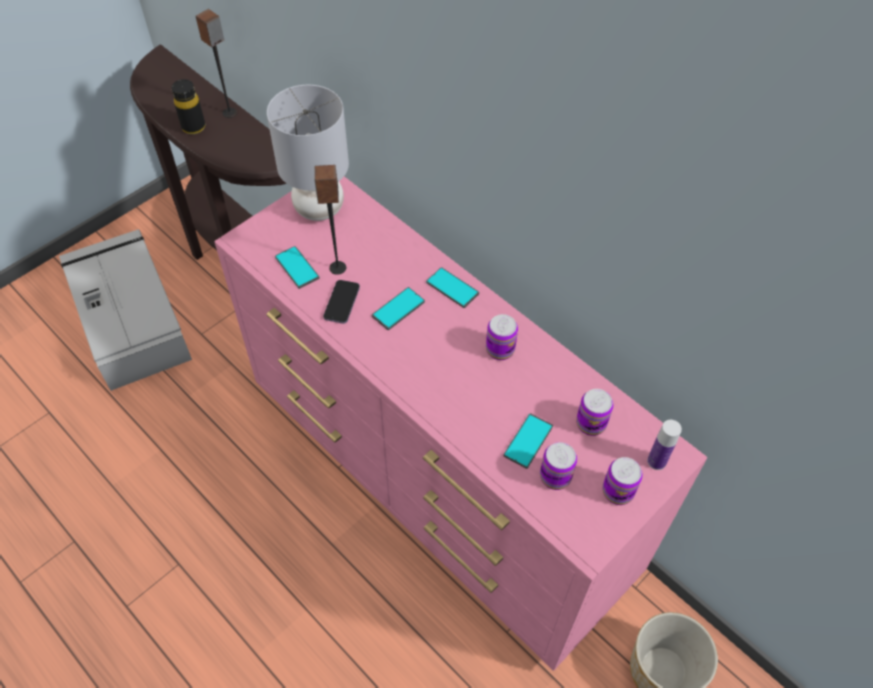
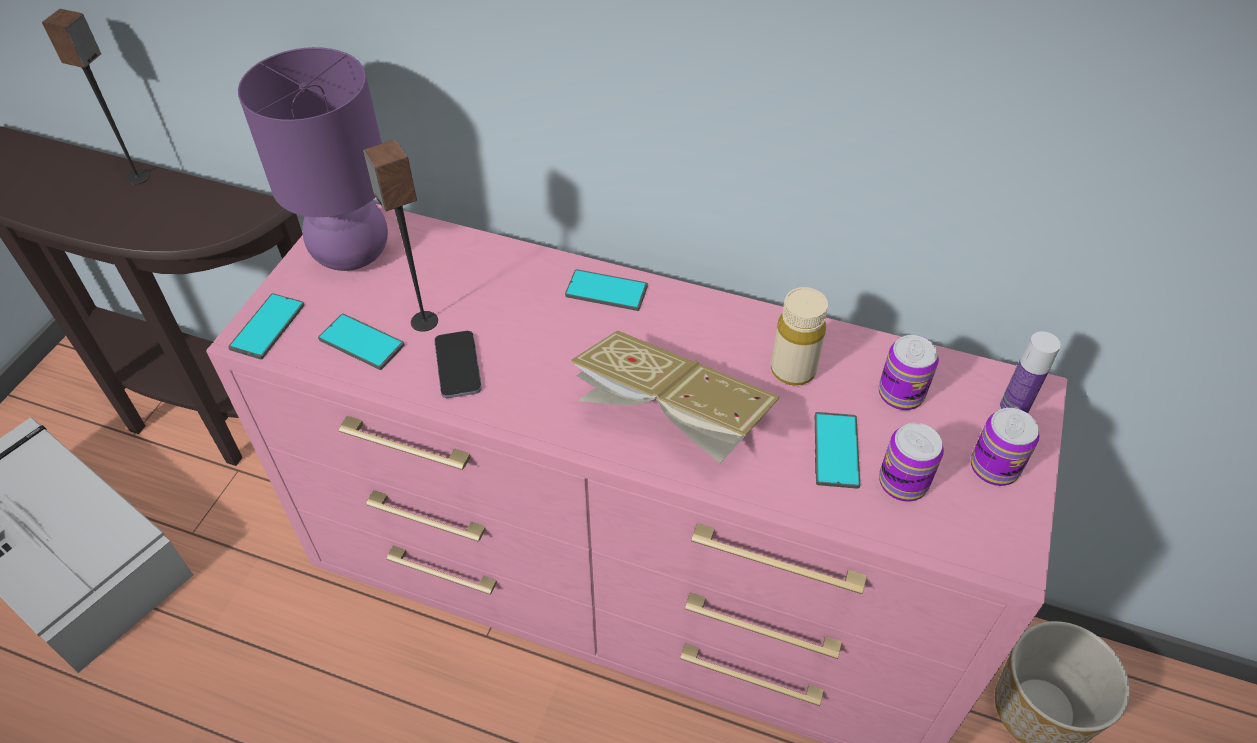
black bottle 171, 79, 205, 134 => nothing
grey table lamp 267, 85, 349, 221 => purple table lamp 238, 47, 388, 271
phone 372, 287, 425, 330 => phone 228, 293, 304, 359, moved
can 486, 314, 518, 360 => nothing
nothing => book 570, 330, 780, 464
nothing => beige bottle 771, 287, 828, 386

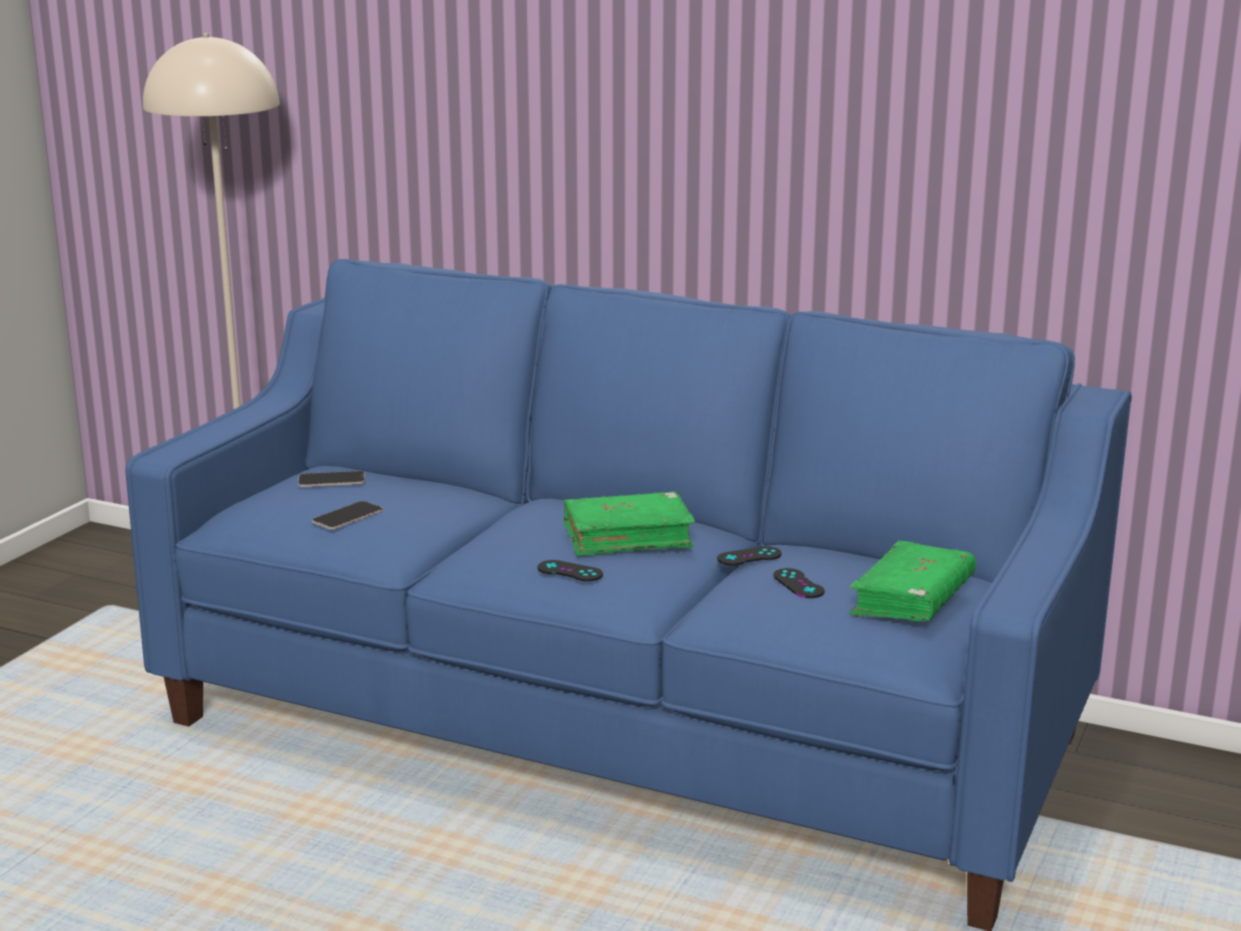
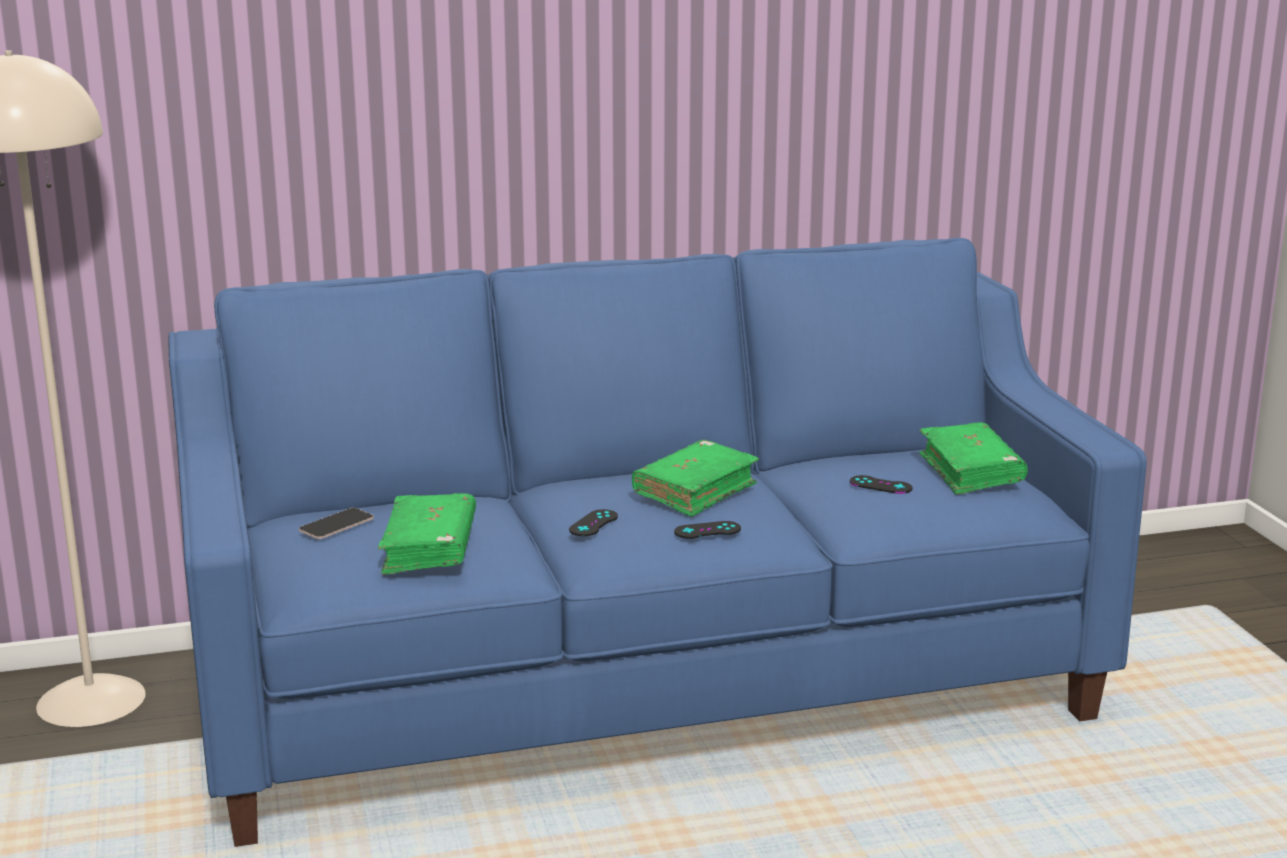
phone 312, 501, 383, 530 => green book 378, 493, 476, 575
black game controller 717, 546, 782, 566 => black game controller 569, 509, 618, 536, moved

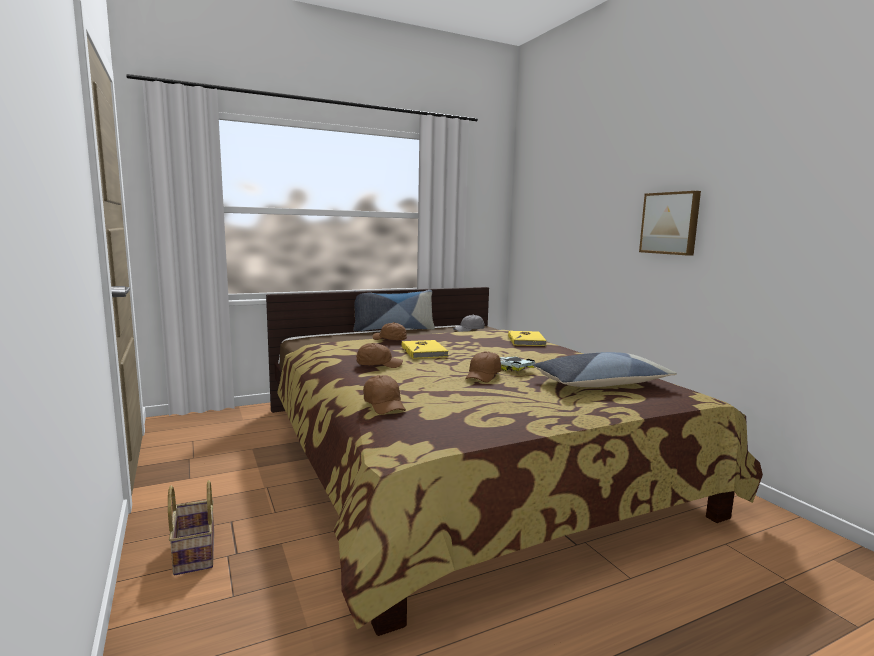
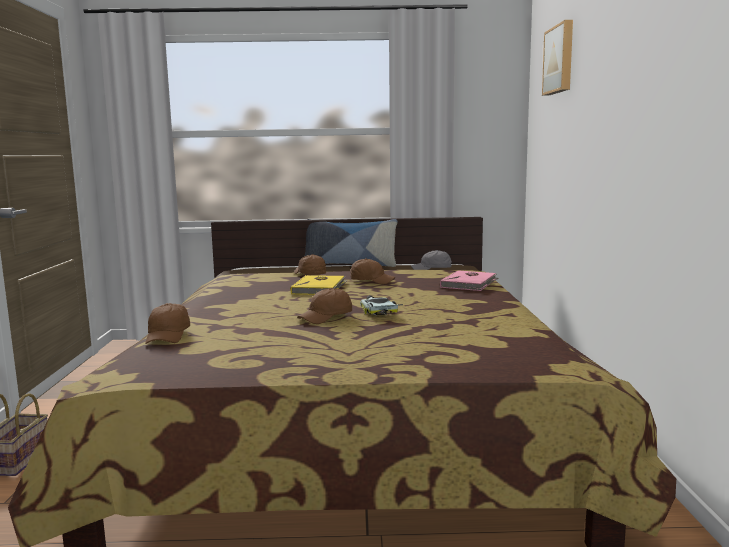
brown cap 356, 343, 403, 368 => brown cap 350, 258, 395, 284, moved
yellow book 508, 331, 547, 346 => pink book 440, 270, 498, 291
pillow 533, 352, 677, 387 => nothing
picture 639, 191, 701, 256 => picture 542, 20, 573, 96, moved

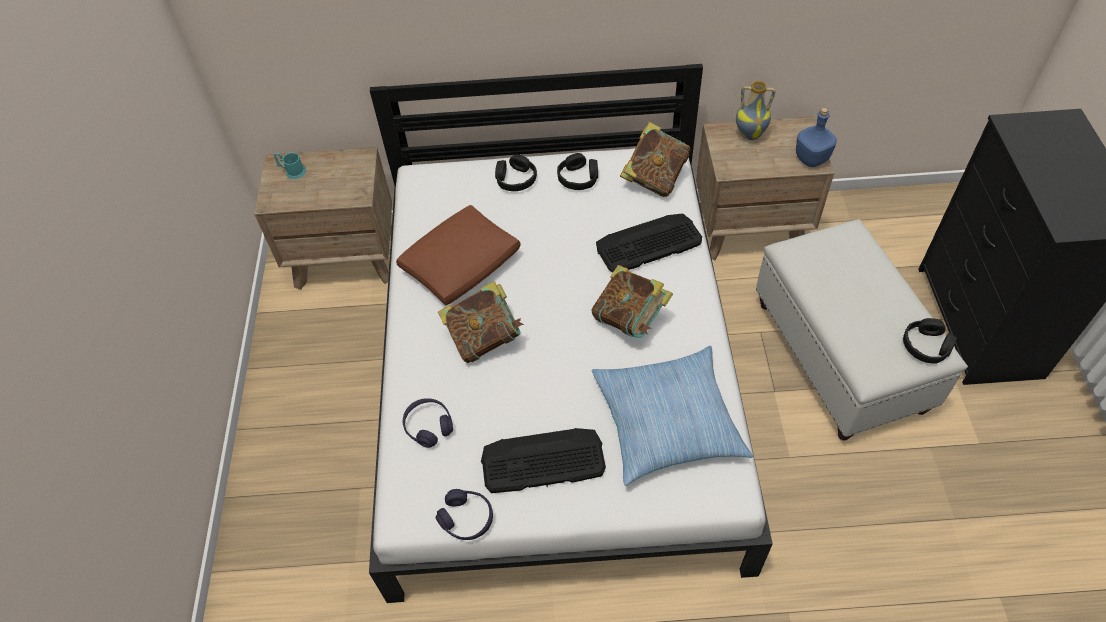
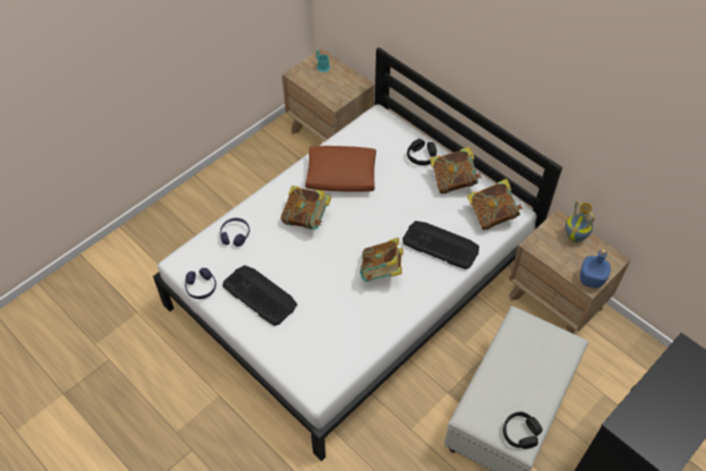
black headphones 557, 153, 598, 190 => book 430, 147, 482, 194
pillow 592, 346, 753, 486 => nothing

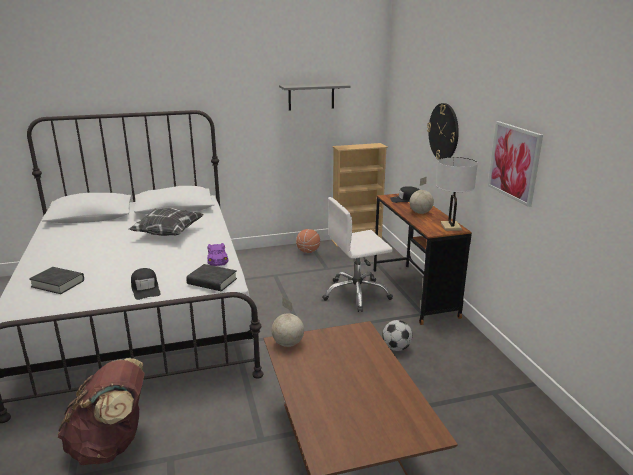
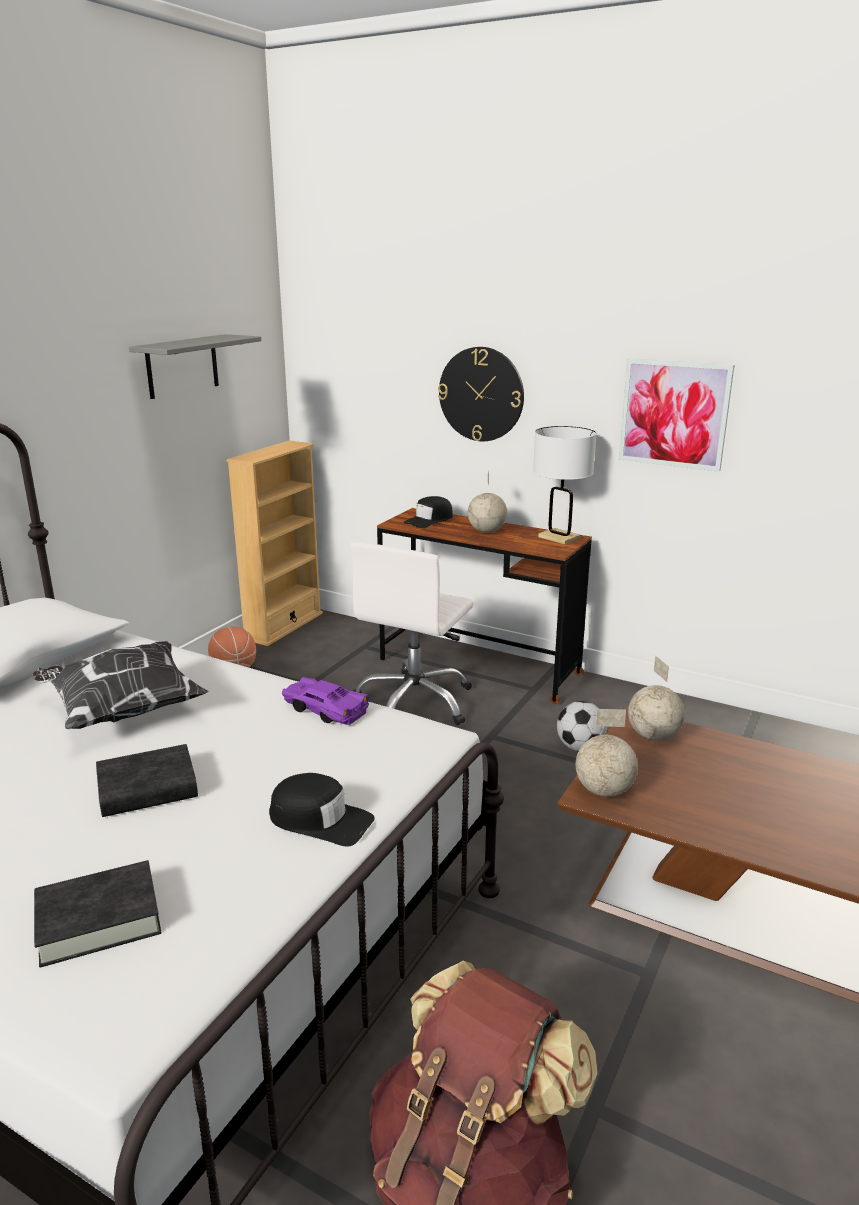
black book 186, 264, 237, 291 => black book 96, 744, 198, 817, moved
nothing => globe 628, 656, 685, 741

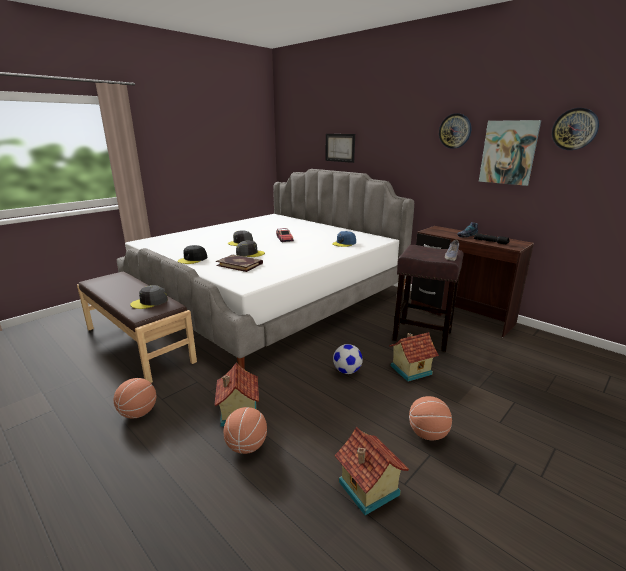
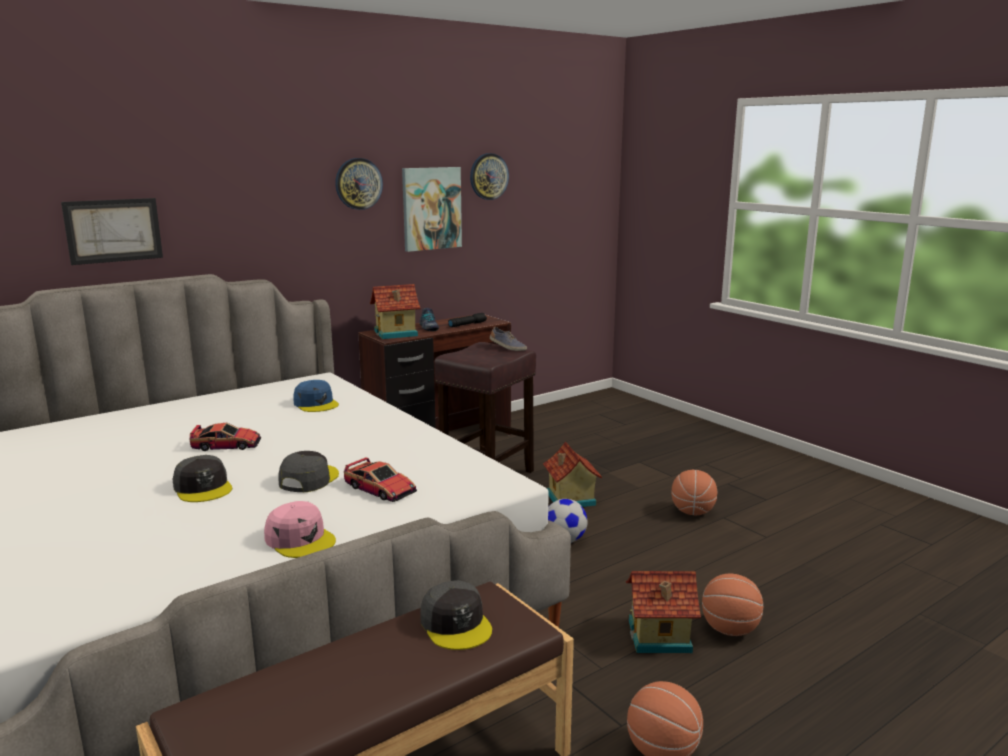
black cap 178, 245, 207, 264 => pink cap 264, 501, 336, 558
book 216, 254, 263, 272 => toy car 344, 457, 417, 502
toy house 334, 426, 409, 515 => toy house 370, 284, 421, 339, moved

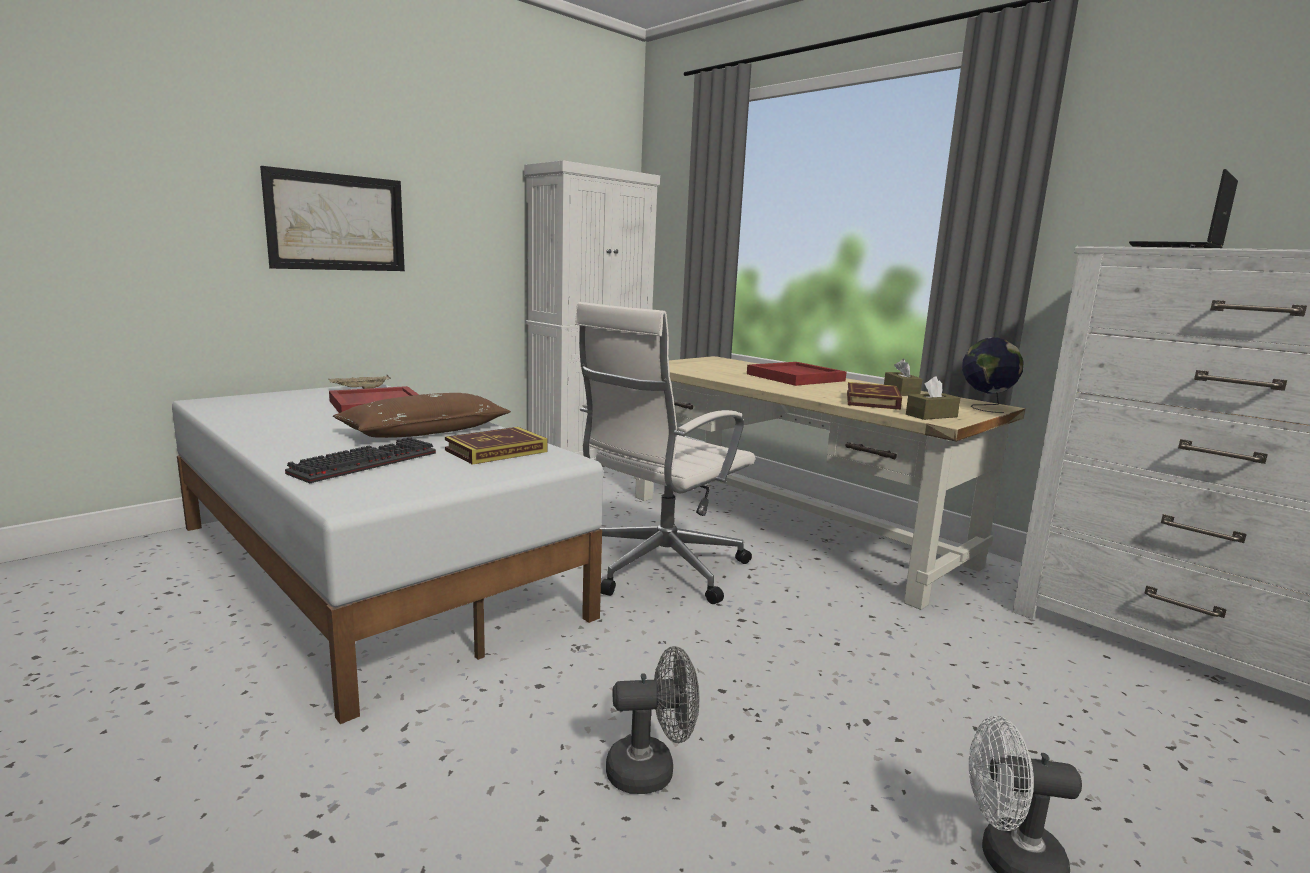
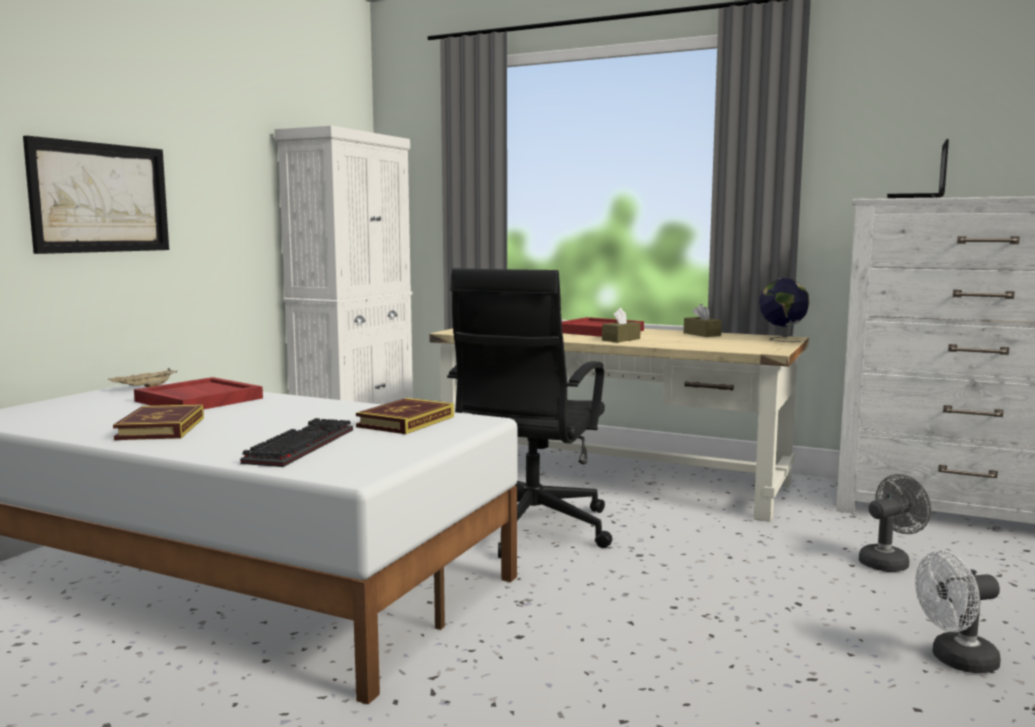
brown pillow 333, 393, 511, 438 => nothing
white office chair 575, 302, 755, 604 => black office chair 447, 268, 612, 558
grey fan 606, 646, 699, 794 => grey fan 859, 474, 931, 572, moved
book 847, 382, 902, 410 => book 113, 404, 204, 440, moved
brown tissue box 906, 376, 960, 420 => brown tissue box 602, 308, 641, 342, moved

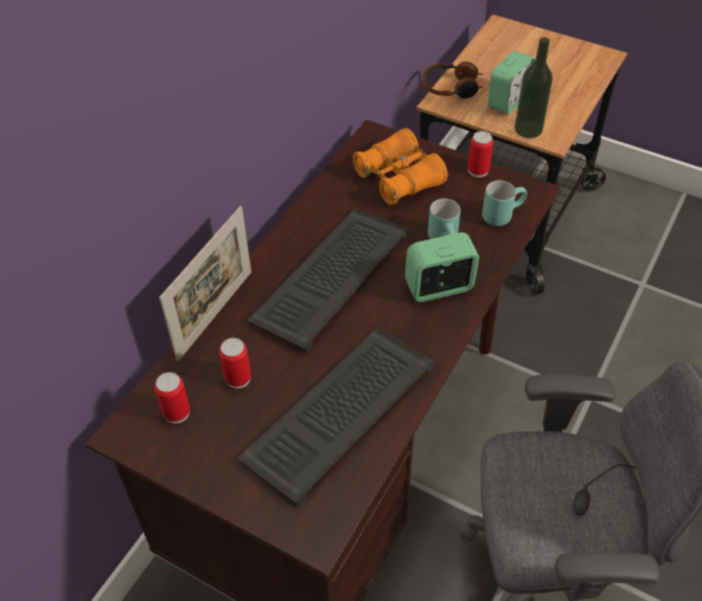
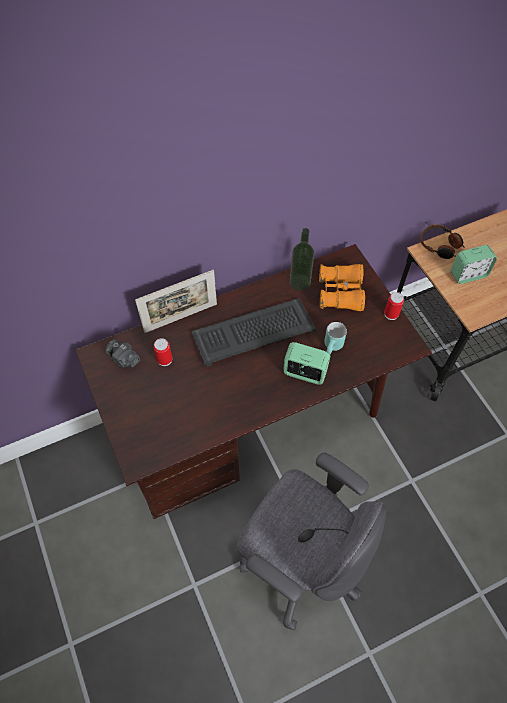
can 155, 372, 190, 424 => photo camera 105, 339, 140, 368
keyboard 237, 328, 434, 506 => nothing
turquoise mug 482, 180, 527, 226 => nothing
bottle 515, 37, 553, 138 => bottle 290, 228, 314, 290, moved

